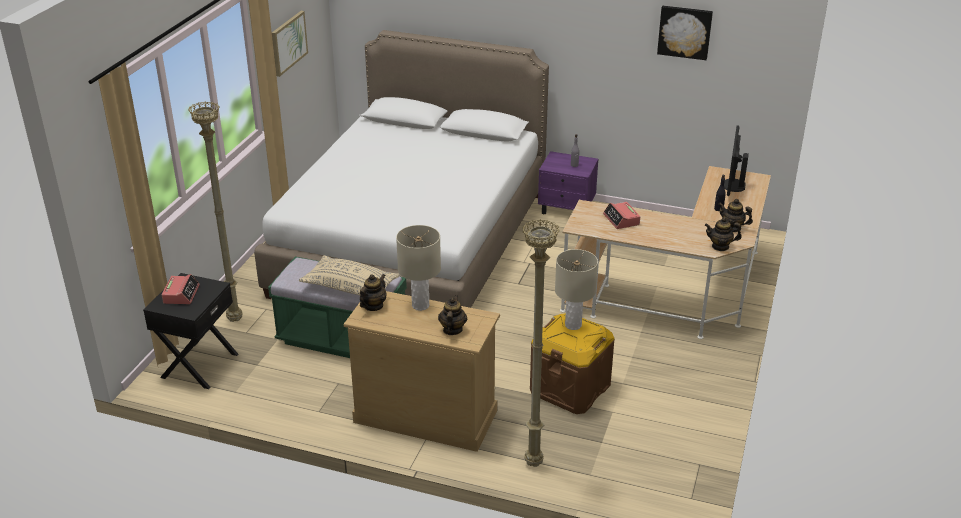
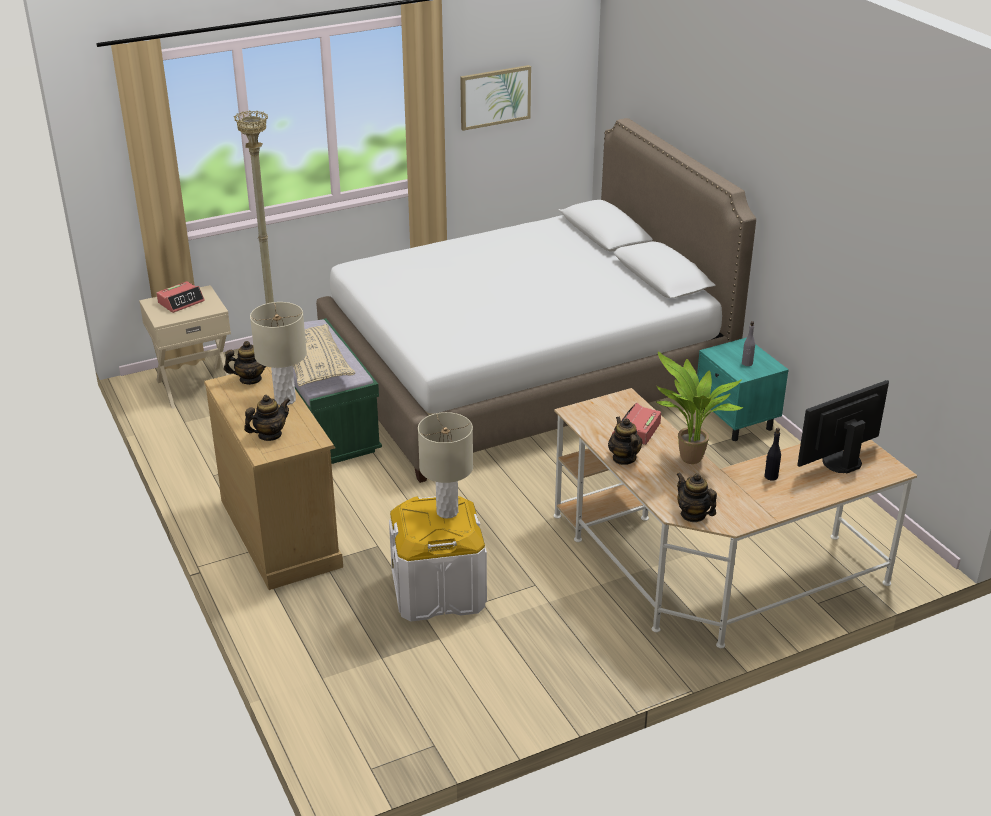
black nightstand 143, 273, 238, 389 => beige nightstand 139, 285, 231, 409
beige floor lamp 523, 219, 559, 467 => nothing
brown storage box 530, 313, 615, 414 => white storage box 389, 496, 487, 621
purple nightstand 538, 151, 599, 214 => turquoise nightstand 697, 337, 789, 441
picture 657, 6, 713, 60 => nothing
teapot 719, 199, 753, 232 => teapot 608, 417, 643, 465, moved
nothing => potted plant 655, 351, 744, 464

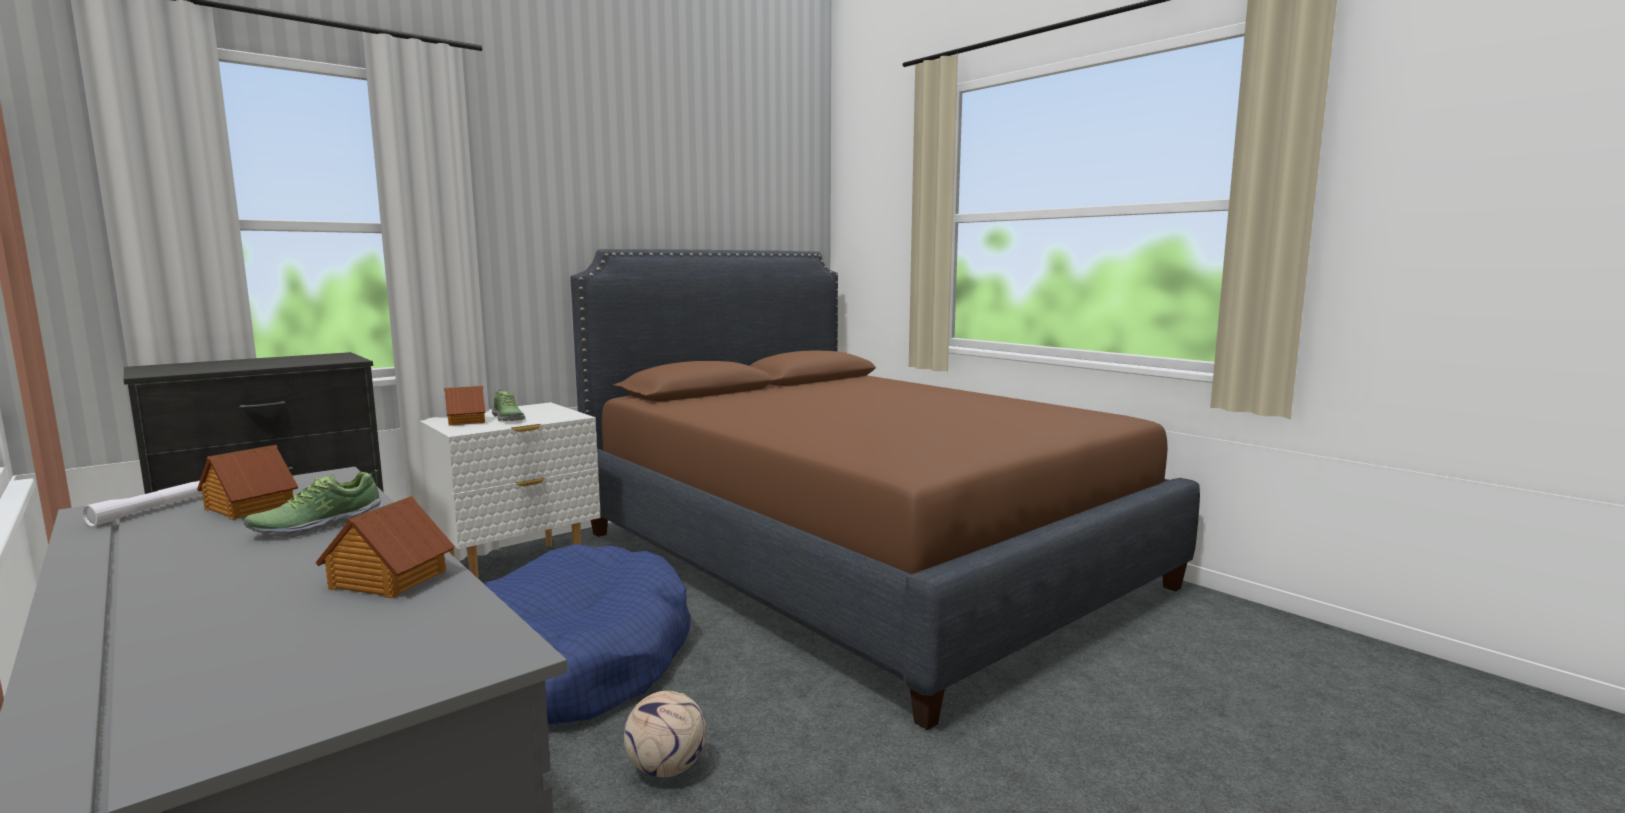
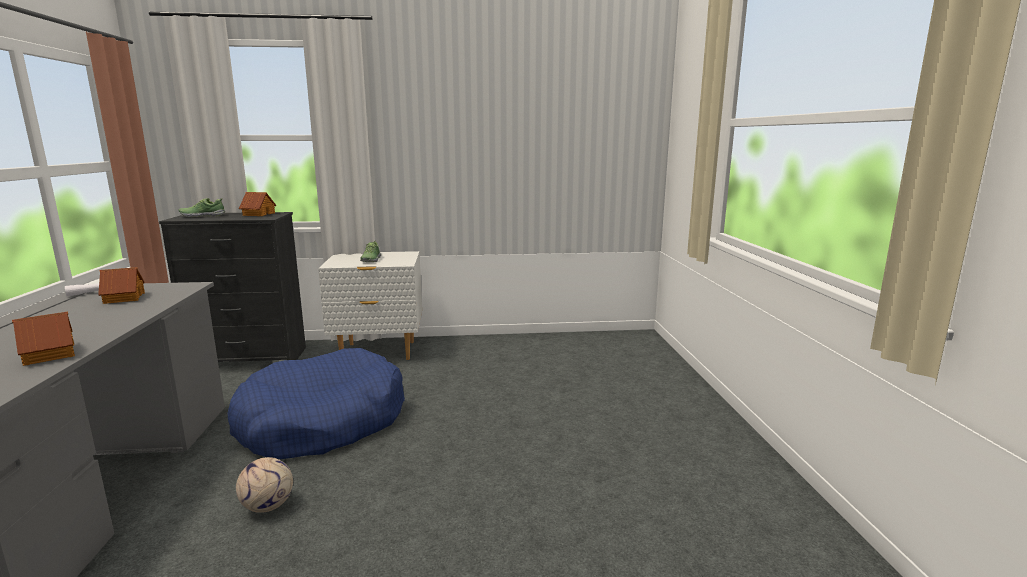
shoe 244, 470, 383, 537 => shoe 178, 198, 225, 217, moved
toy house 444, 386, 485, 426 => toy house 239, 192, 276, 216, moved
brown bed 570, 249, 1200, 730 => nothing

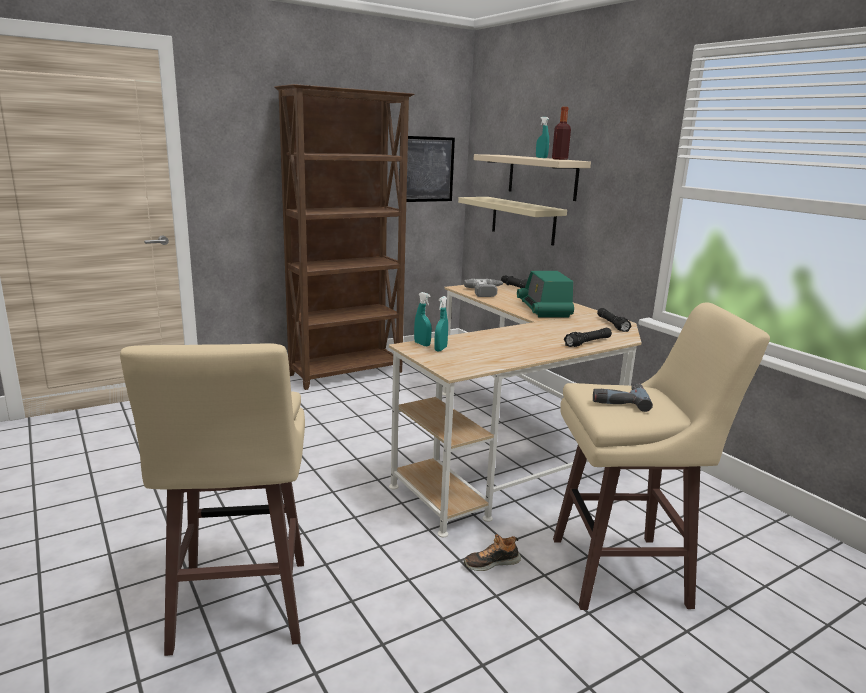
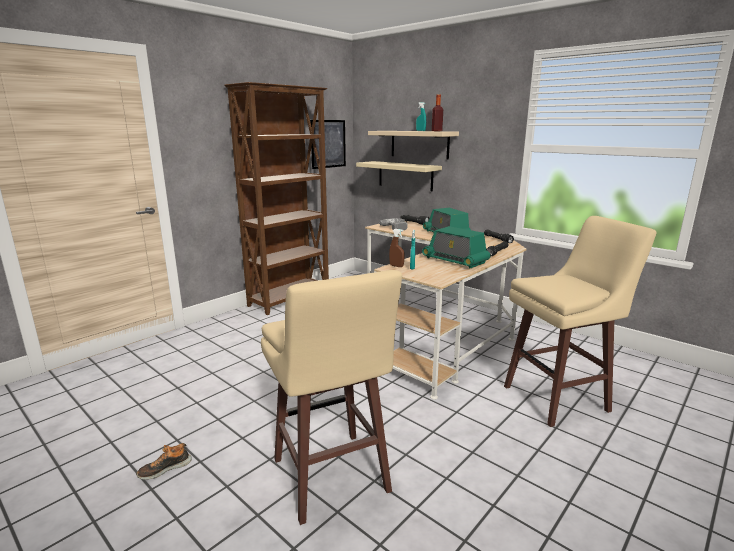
turquoise spray bottle 414, 292, 432, 346 => brown spray bottle 389, 229, 405, 267
shoe 464, 534, 521, 571 => shoe 136, 443, 192, 480, moved
power drill 593, 383, 653, 412 => nothing
nothing => radio 422, 226, 490, 269

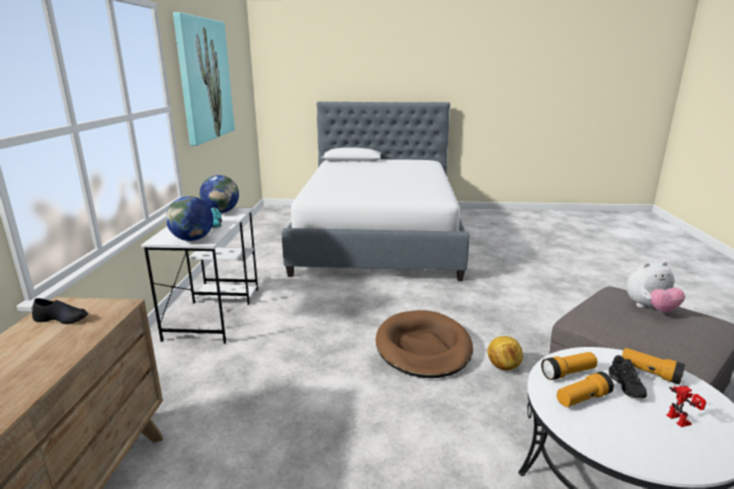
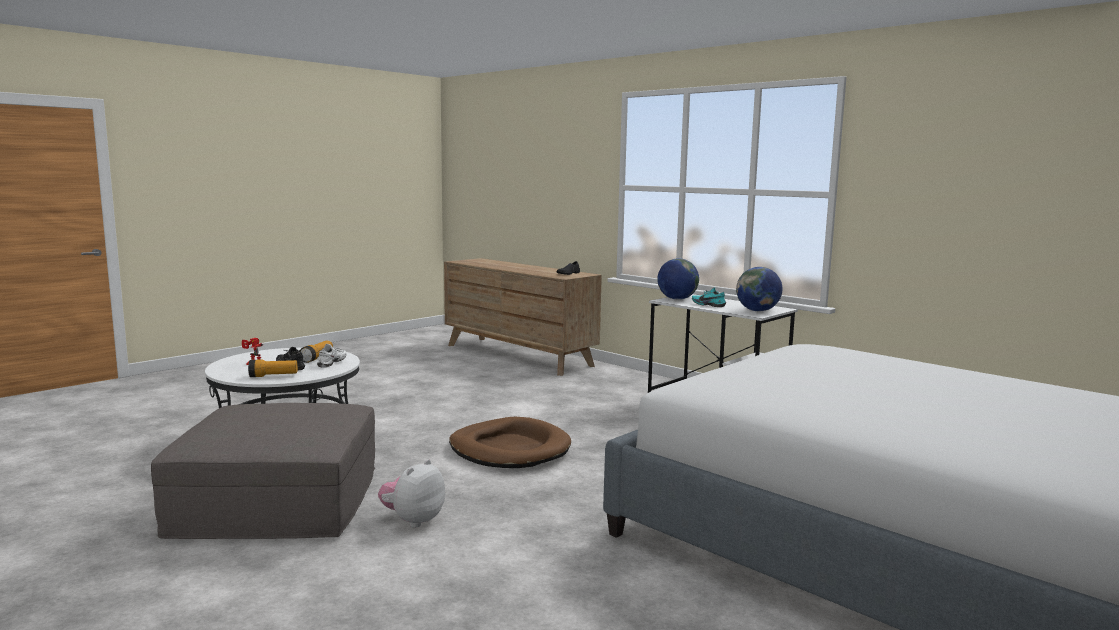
picture 173, 12, 235, 146 => nothing
football 488, 336, 523, 370 => nothing
flashlight 541, 352, 597, 380 => white shoe 317, 344, 347, 368
plush toy 627, 262, 685, 313 => plush toy 378, 459, 445, 528, moved

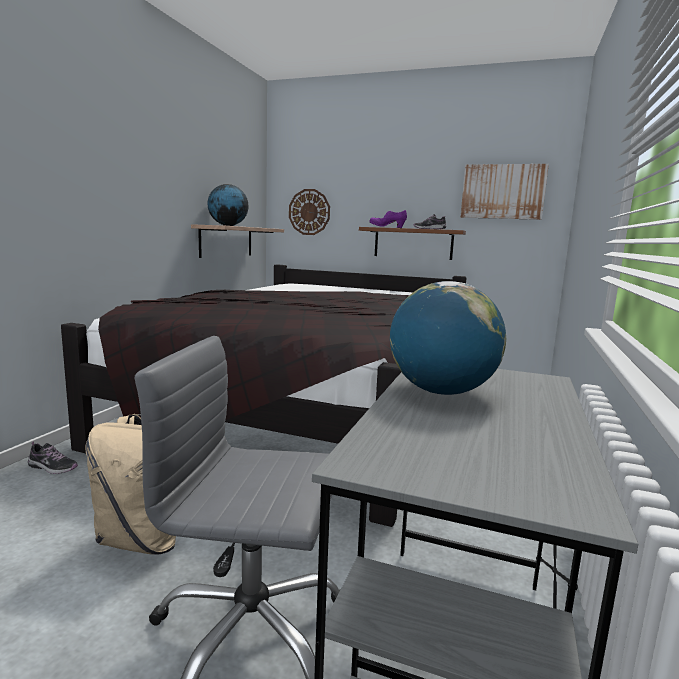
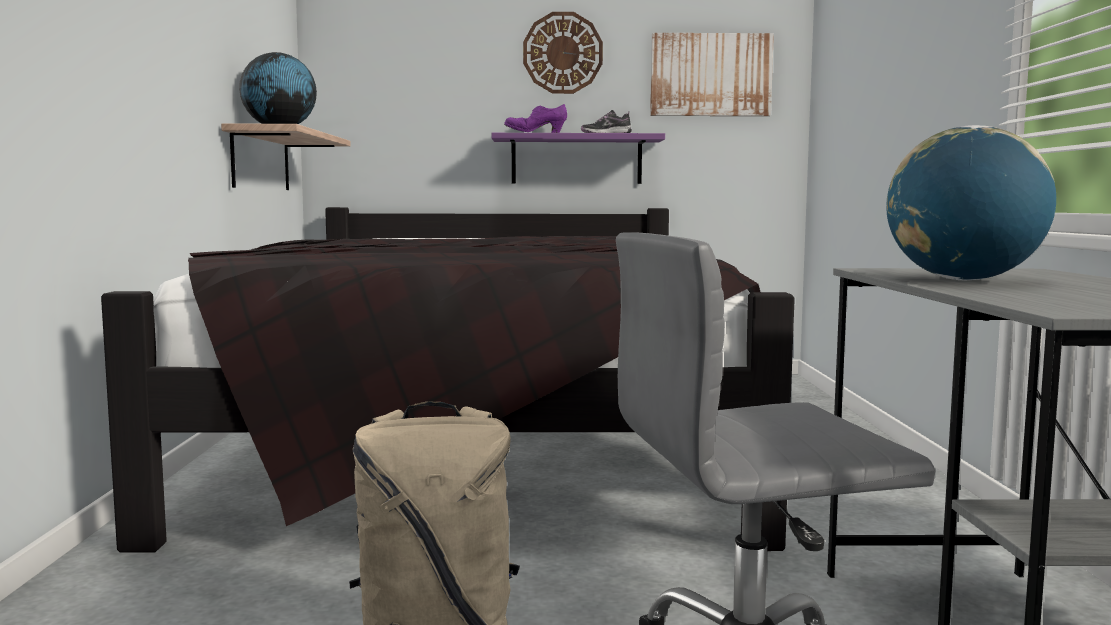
shoe 28, 441, 78, 474 => nothing
wall clock 289, 189, 330, 235 => wall clock 523, 12, 603, 94, moved
brown shelf 359, 227, 466, 260 => purple shelf 491, 133, 665, 184

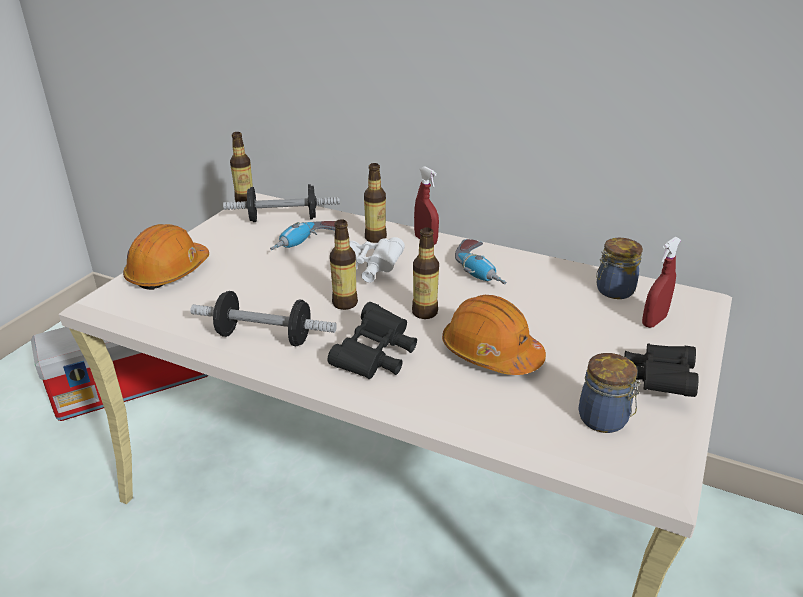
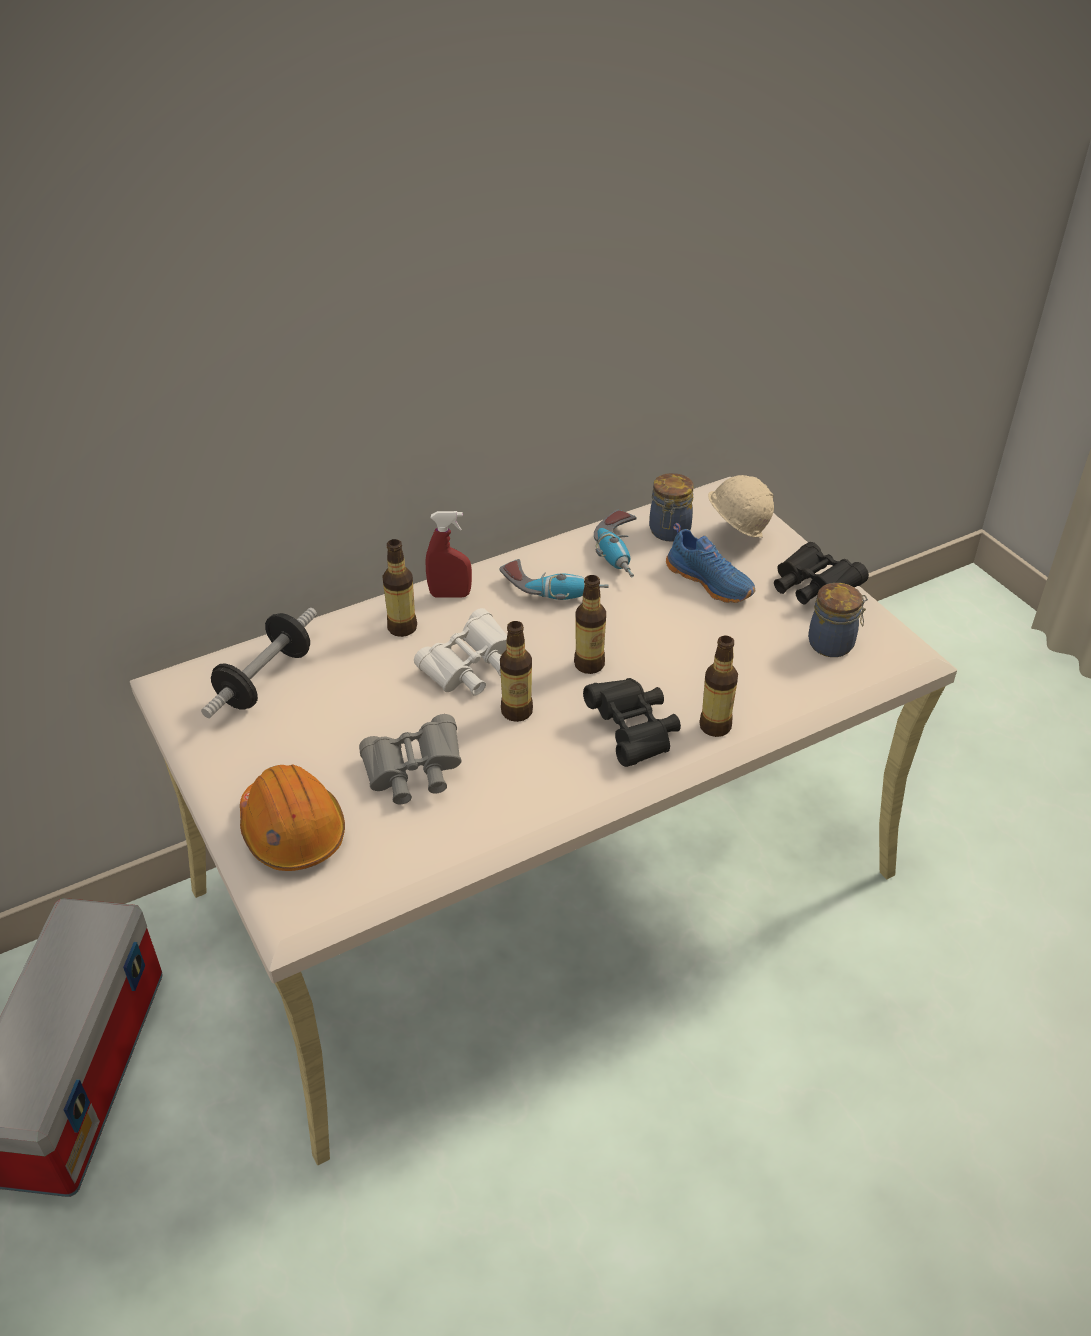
dumbbell 190, 291, 337, 347 => nothing
bottle 230, 132, 253, 203 => bottle 699, 636, 738, 737, moved
power drill 270, 221, 336, 250 => power drill 594, 510, 637, 578, moved
orange hard hat 442, 295, 546, 375 => nothing
red spray bottle 642, 237, 681, 328 => beige hard hat 708, 475, 774, 538
nothing => grey binoculars 359, 714, 462, 804
nothing => blue shoe 666, 523, 755, 603

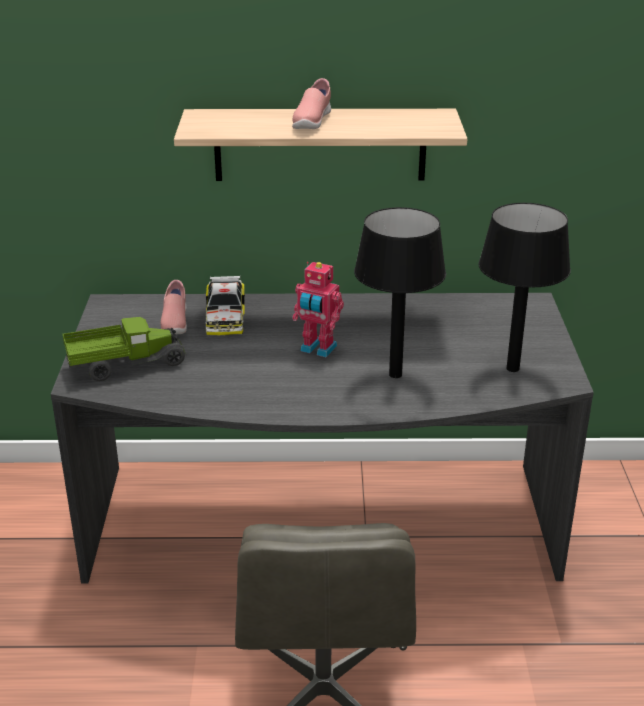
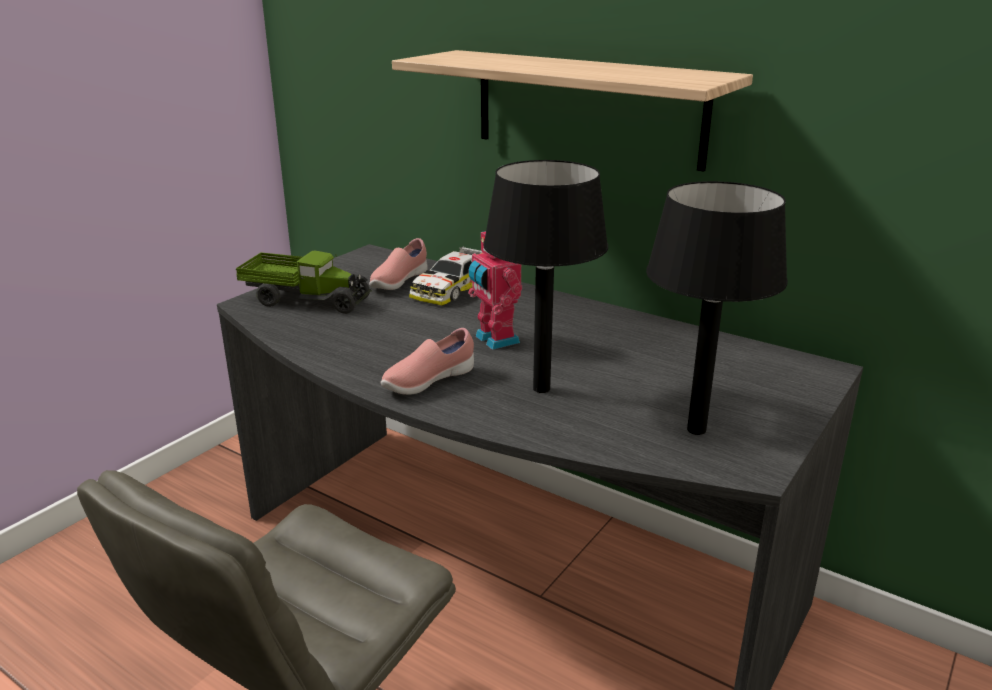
pink shoe 292, 78, 331, 129 => pink shoe 381, 328, 474, 395, moved

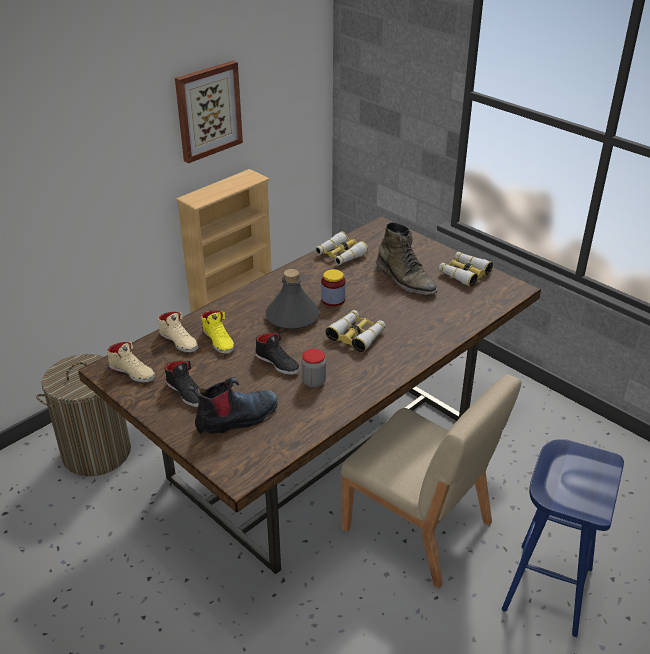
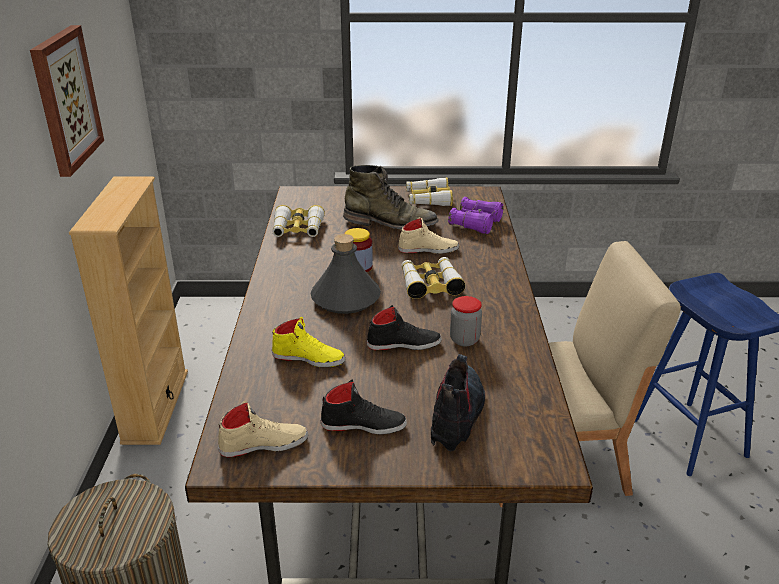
beige shoe 158, 312, 198, 353 => beige shoe 398, 217, 459, 254, moved
nothing => purple binoculars 448, 197, 504, 234

